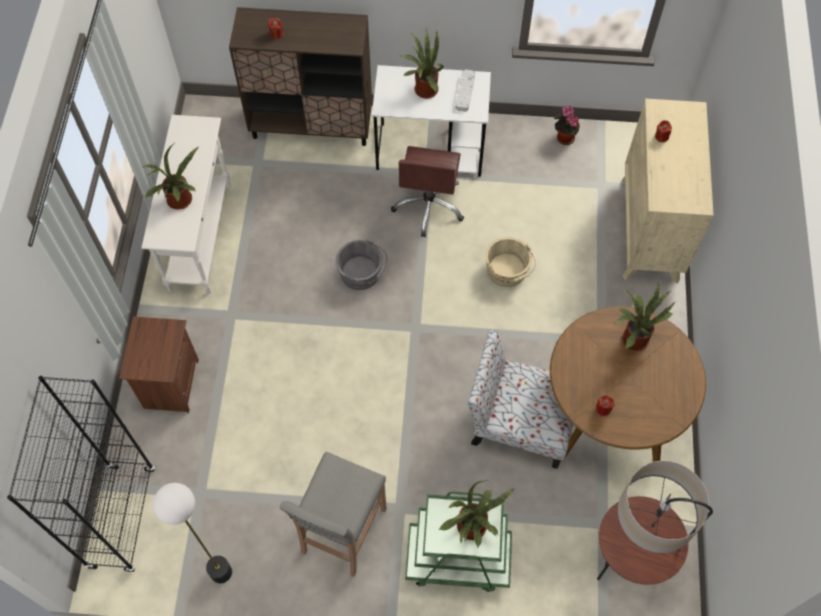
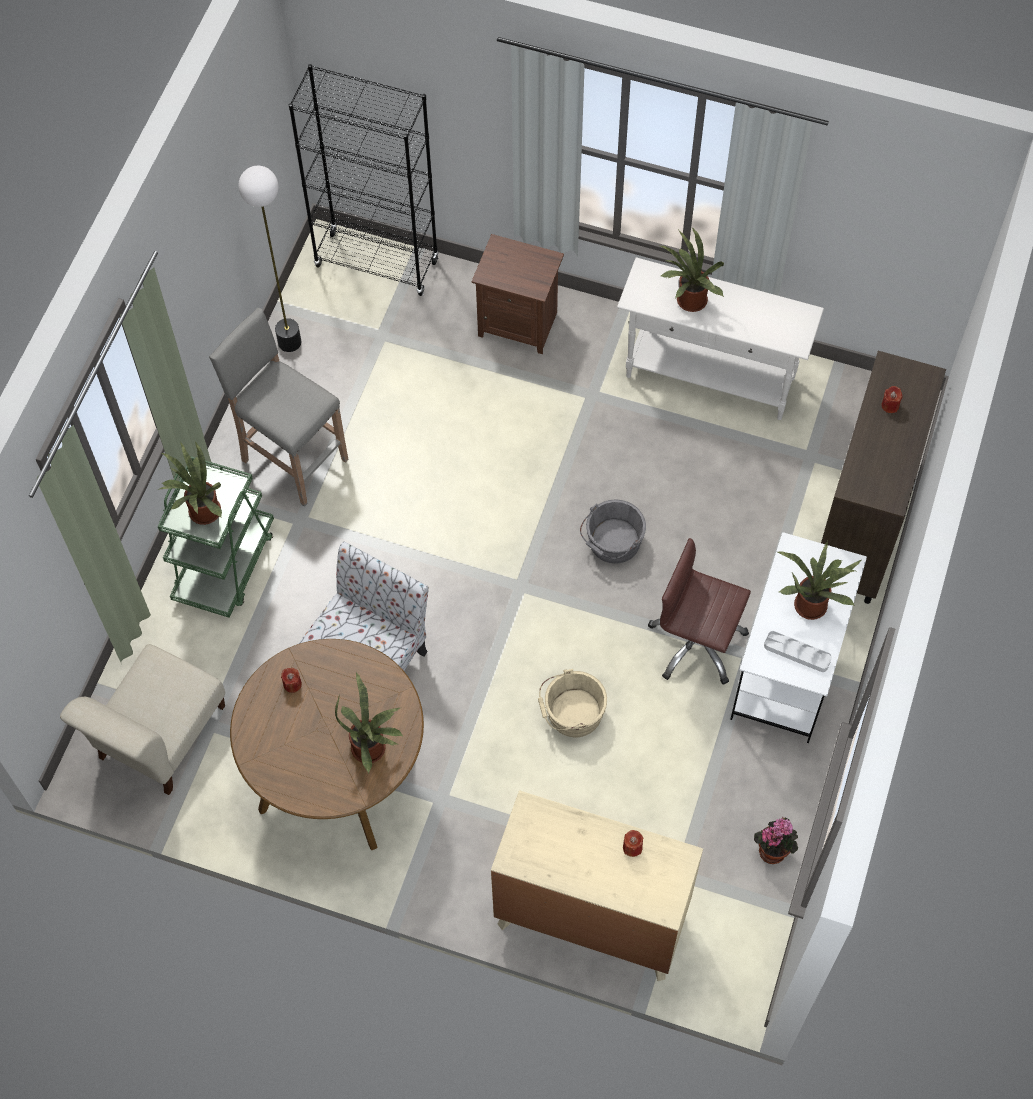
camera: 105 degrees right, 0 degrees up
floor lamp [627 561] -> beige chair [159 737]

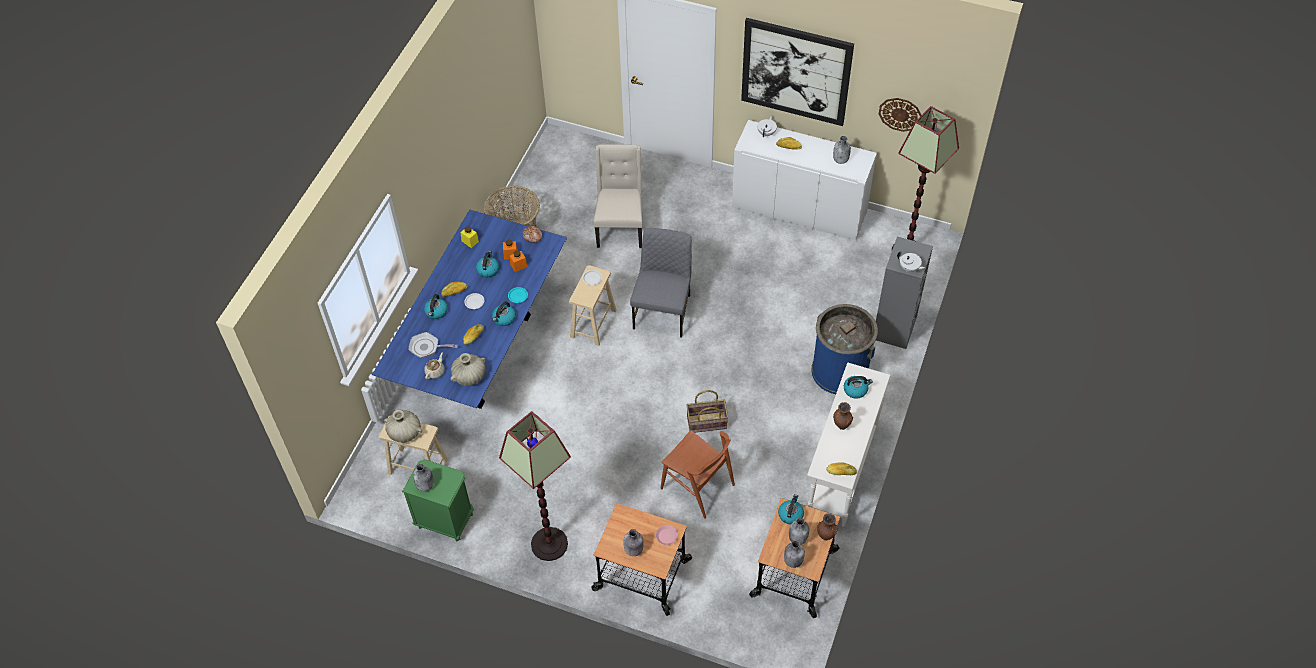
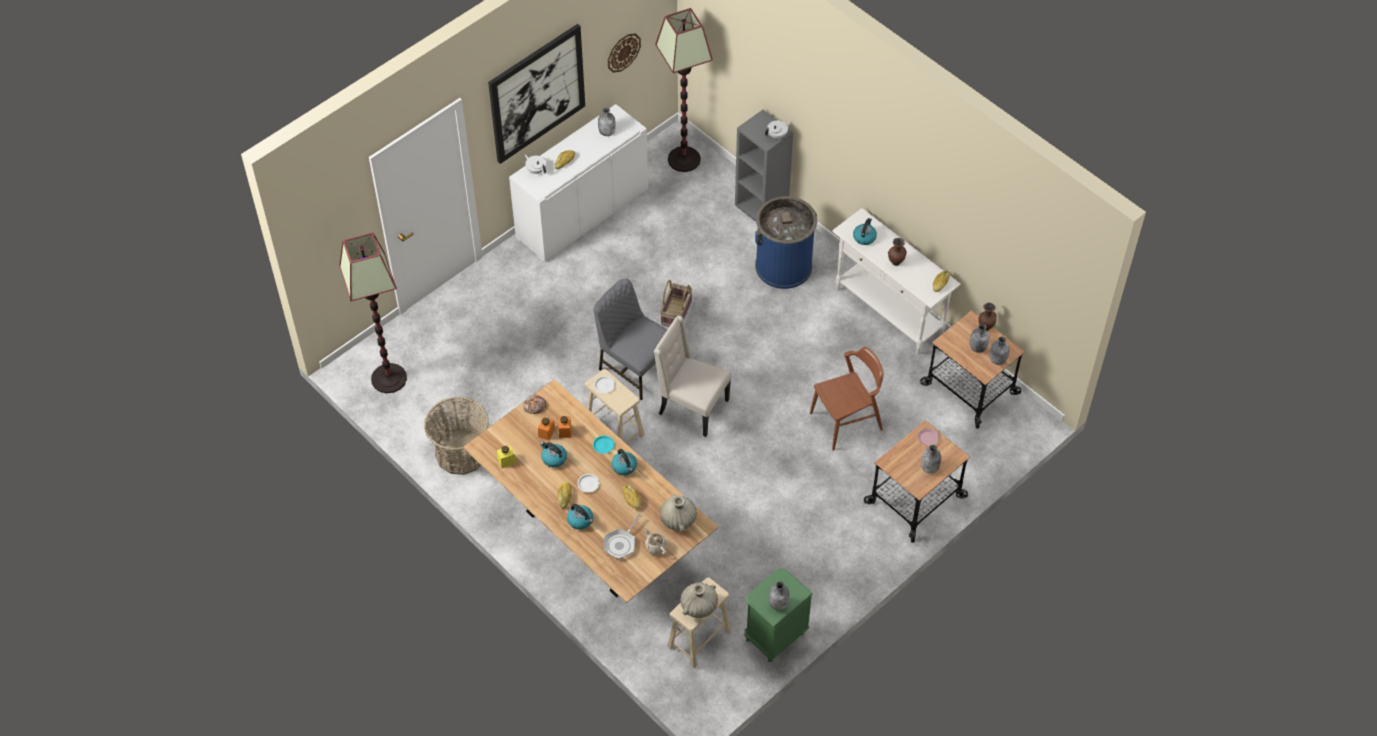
camera: 65 degrees left, 0 degrees up
beige chair [620 228] -> beige chair [691 407], shifted
blue dining table [482 352] -> brown dining table [592 535]
basket [706 423] -> basket [676 313], shifted
floor lamp [549 544] -> floor lamp [388 379], shifted
kettle [790 514] -> none

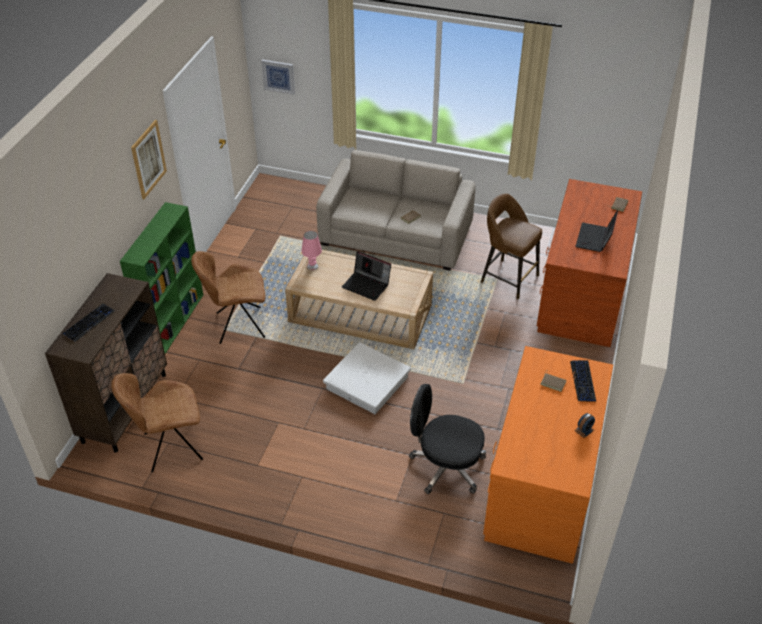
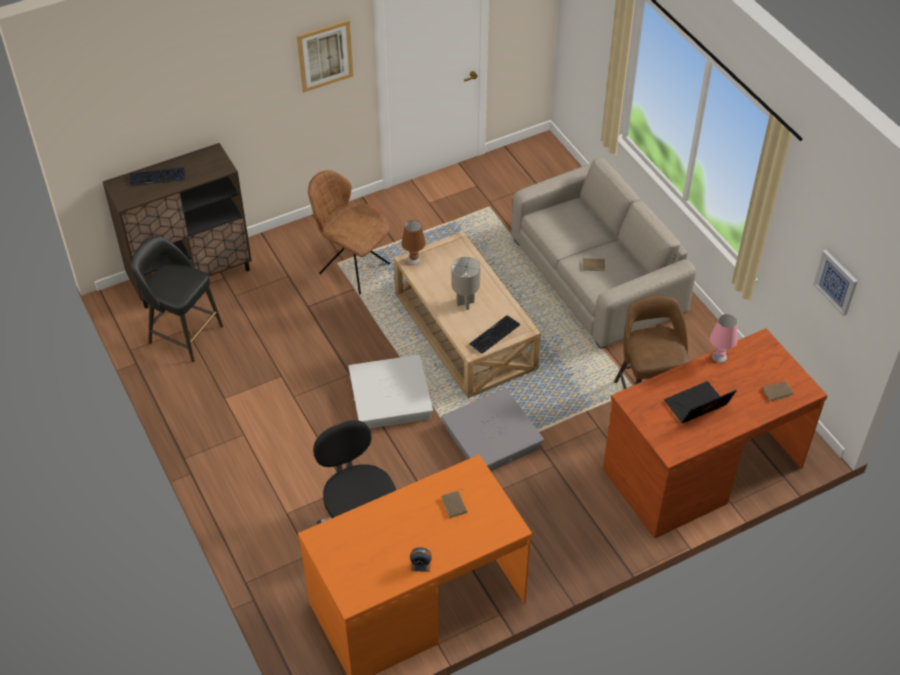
camera: 45 degrees right, 5 degrees up
picture [278 76] -> picture [836 282], shifted
green bookcase [173 321] -> none
pink table lamp [312 266] -> pink table lamp [719 357], shifted
laptop [367 285] -> grey table lamp [465 303]
keyboard [583 381] -> keyboard [494 335], shifted
brown chair [170 447] -> black stool [184 334]
none -> brown table lamp [413 260]
none -> grey storage box [491 437]

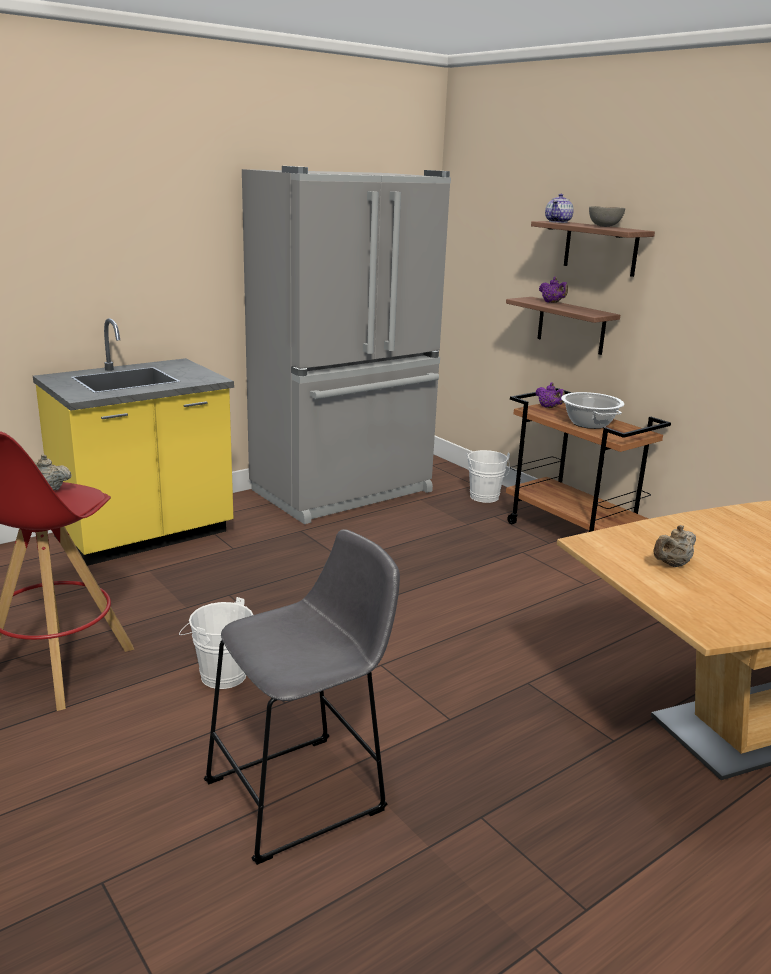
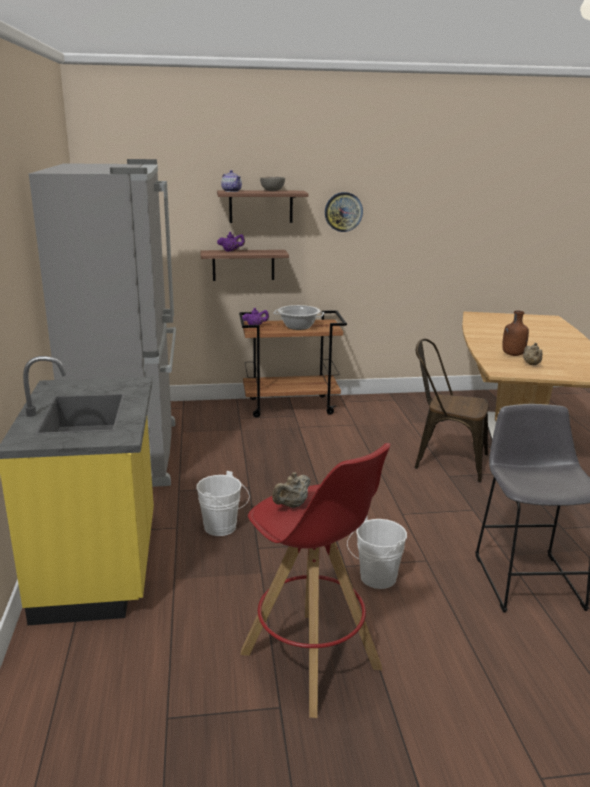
camera: 60 degrees left, 0 degrees up
white bucket [485 498] -> white bucket [223 528], shifted
none -> wall clock [343 212]
none -> brown bottle [512 354]
none -> brown chair [444 460]

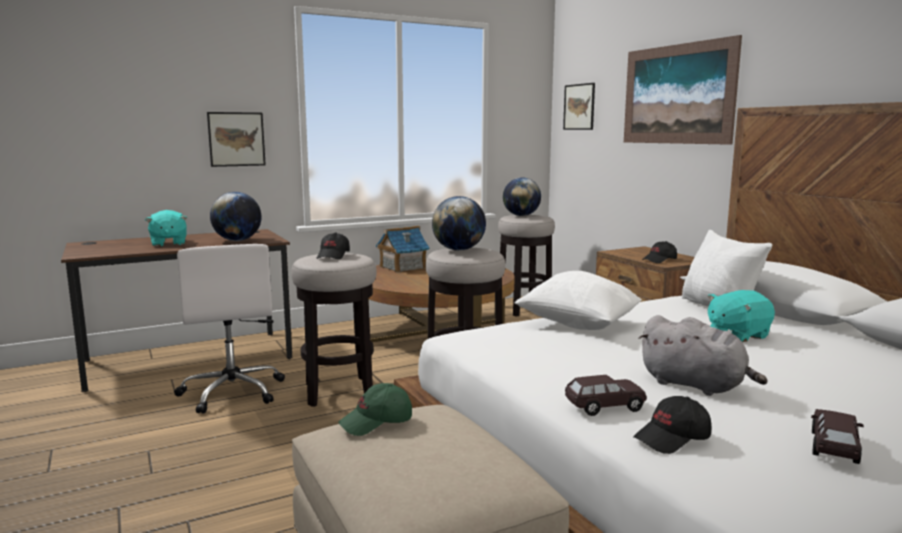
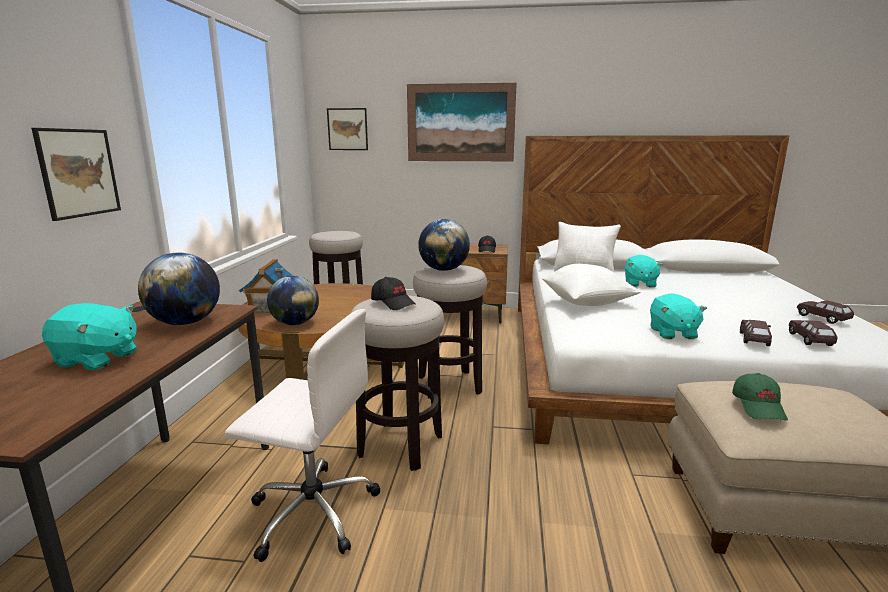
camera: 55 degrees left, 5 degrees up
globe [521 215] -> globe [295 324], shifted
grey plush toy [696 386] -> none
black cap [673 439] -> brown toy car [810 340]
none -> turquoise plush toy [672 333]

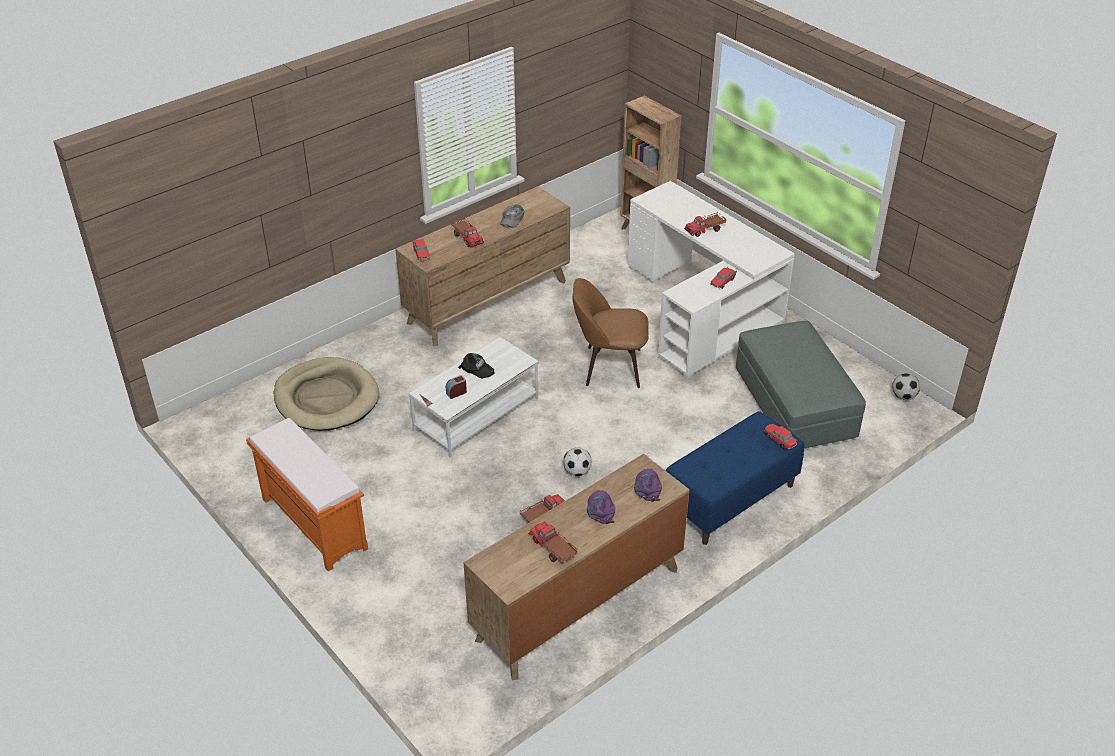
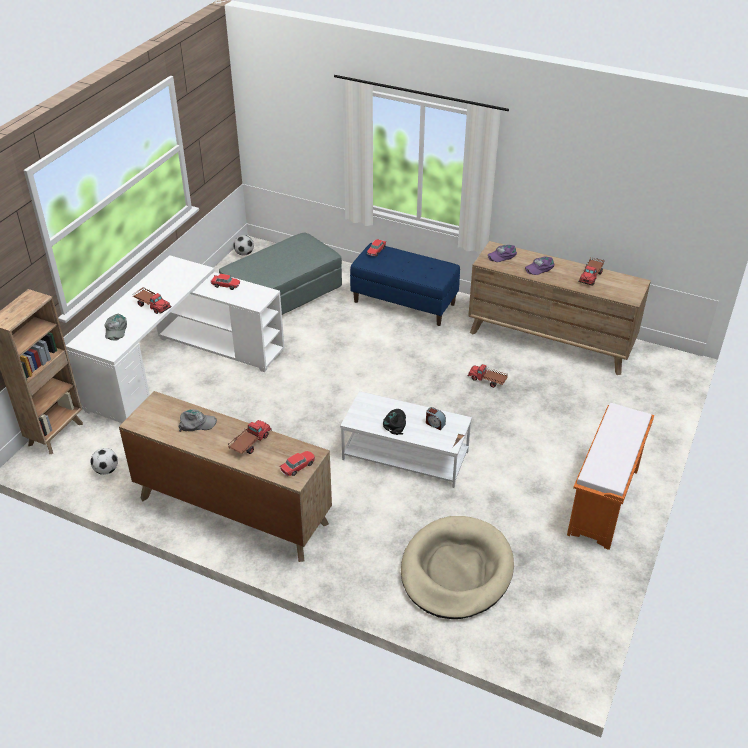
camera: 115 degrees left, 0 degrees up
brown chair [609 367] -> none
football [577 471] -> football [106 470], shifted
none -> grey cap [115 329]

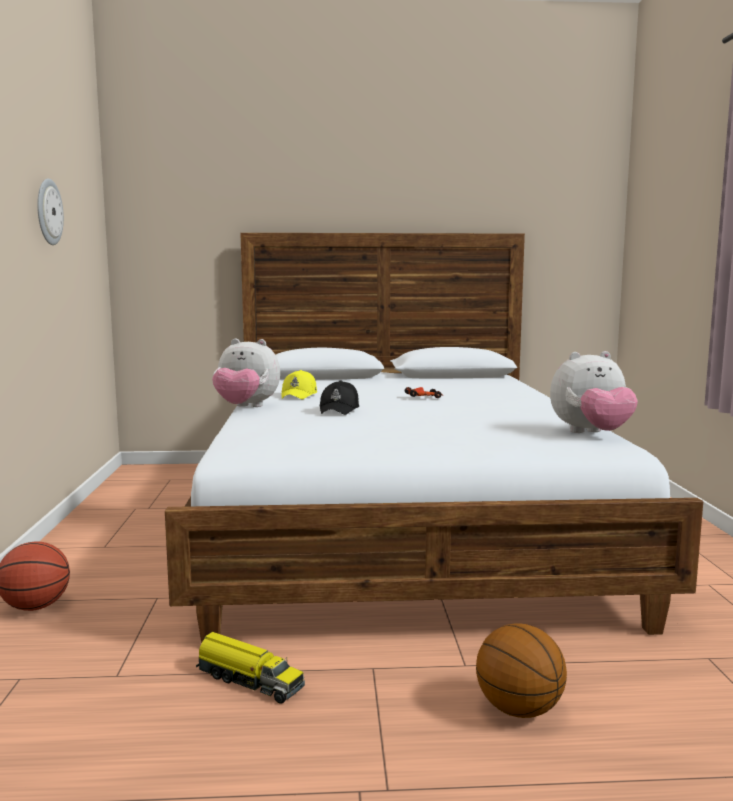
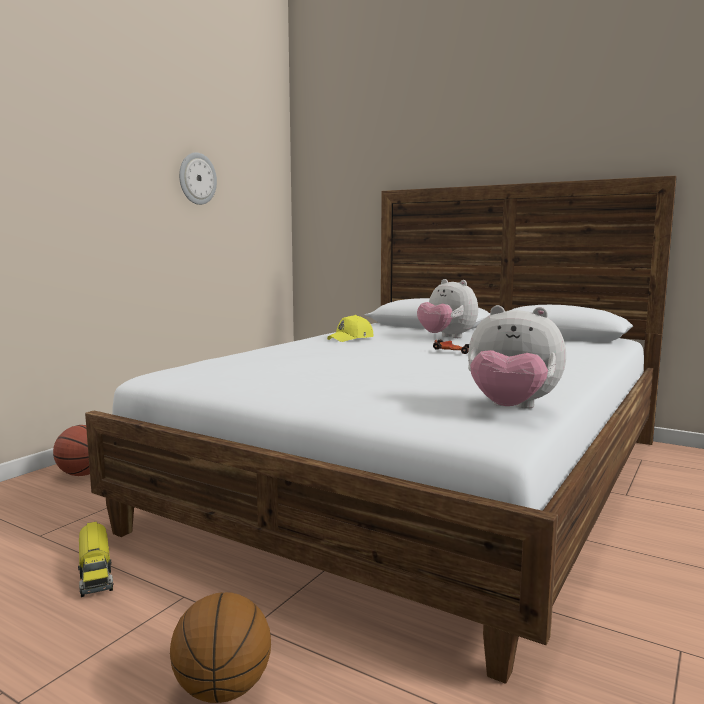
camera: 35 degrees right, 0 degrees up
plush toy [246 407] -> plush toy [446 337], shifted
black cap [340 409] -> none

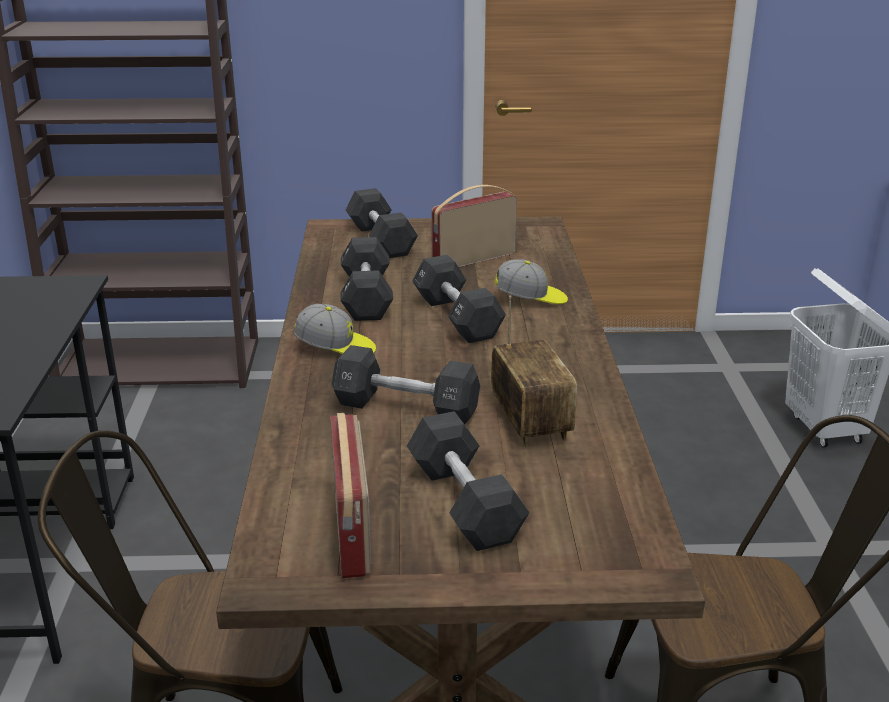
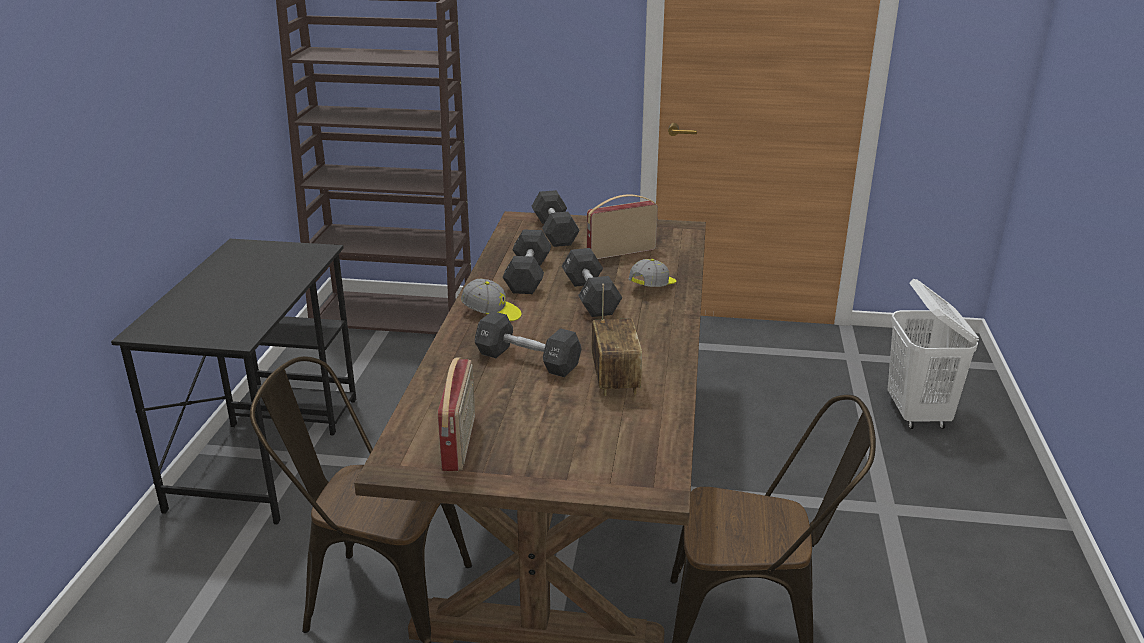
camera: 10 degrees right, 0 degrees up
cap [530 299] -> cap [653 287], 60 degrees counterclockwise
black dumbbell [464 502] -> none

